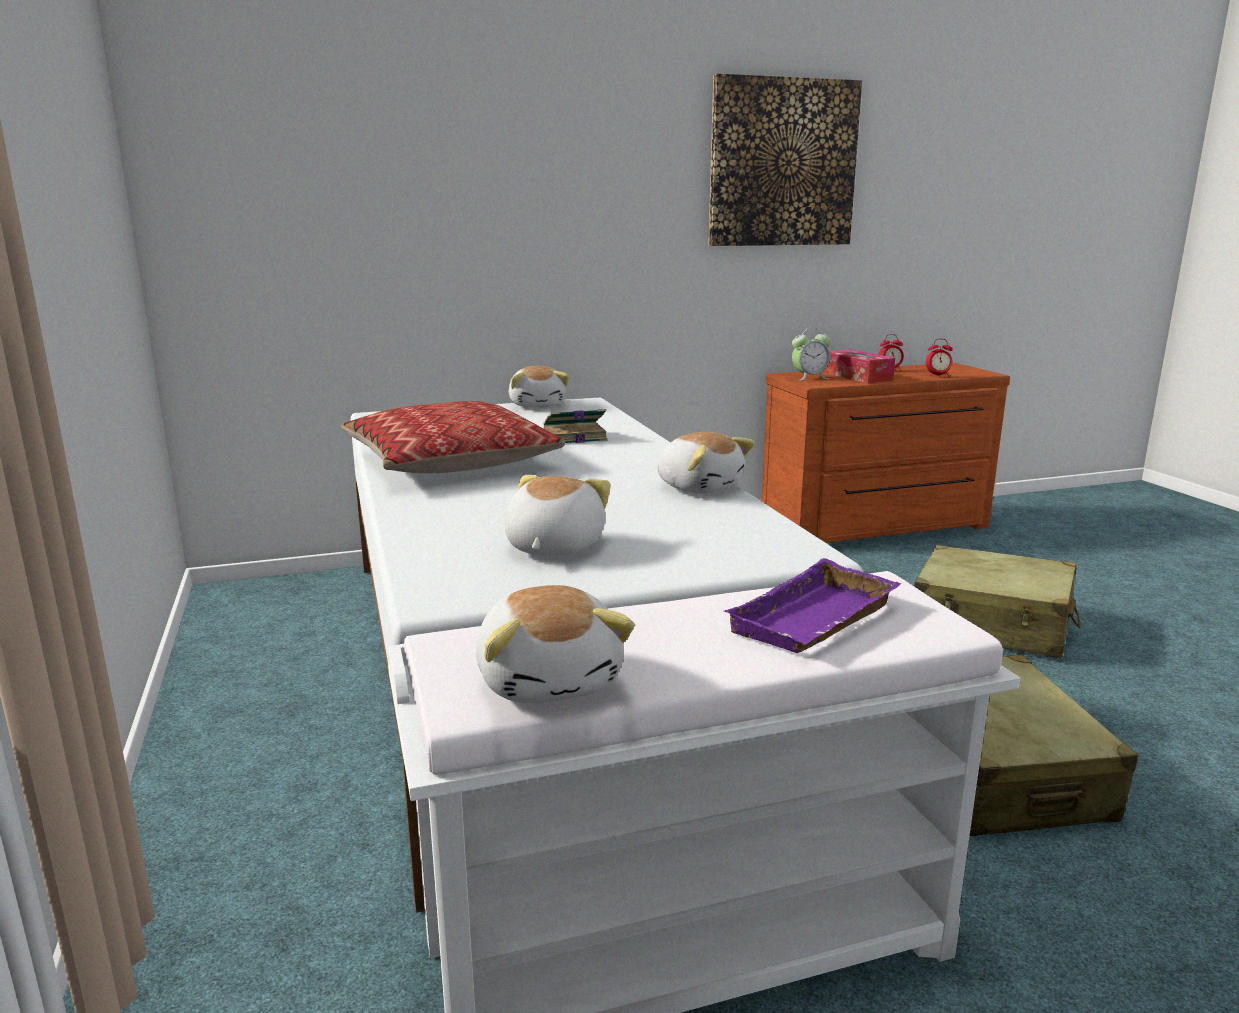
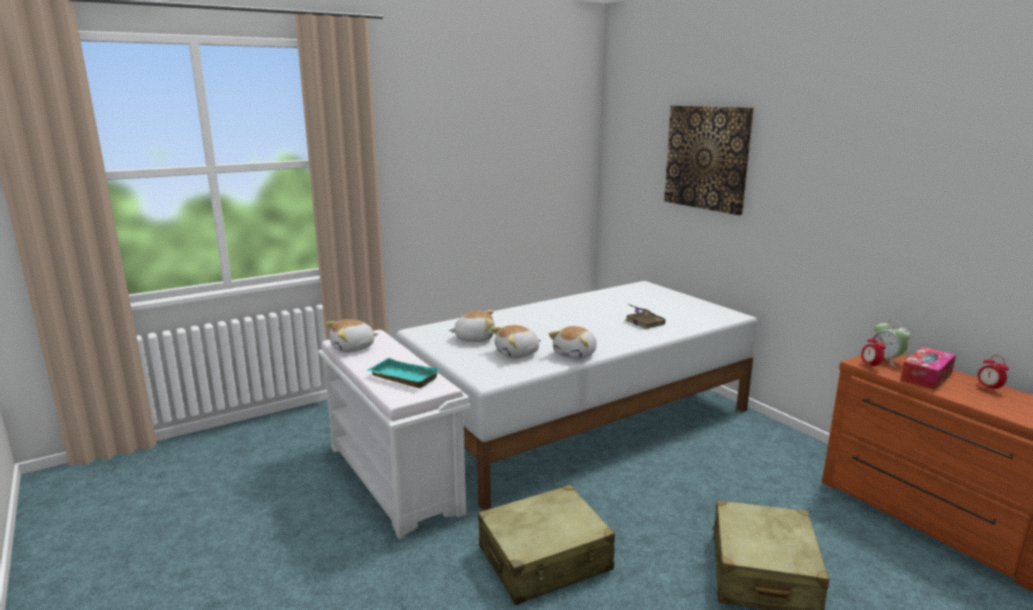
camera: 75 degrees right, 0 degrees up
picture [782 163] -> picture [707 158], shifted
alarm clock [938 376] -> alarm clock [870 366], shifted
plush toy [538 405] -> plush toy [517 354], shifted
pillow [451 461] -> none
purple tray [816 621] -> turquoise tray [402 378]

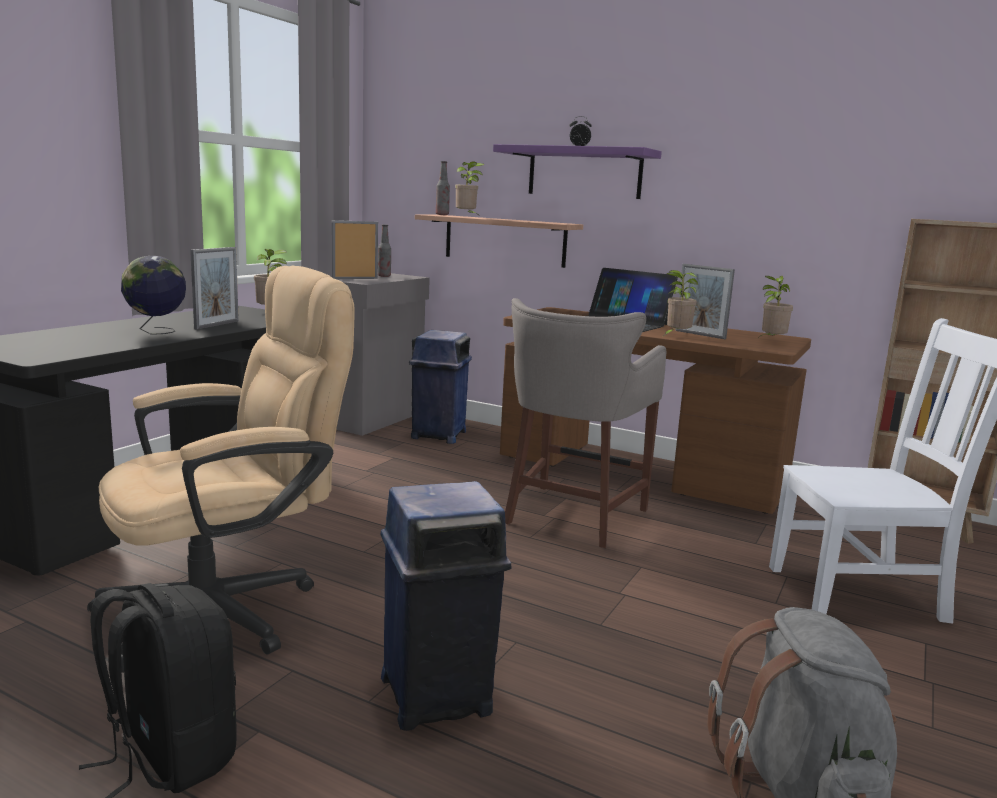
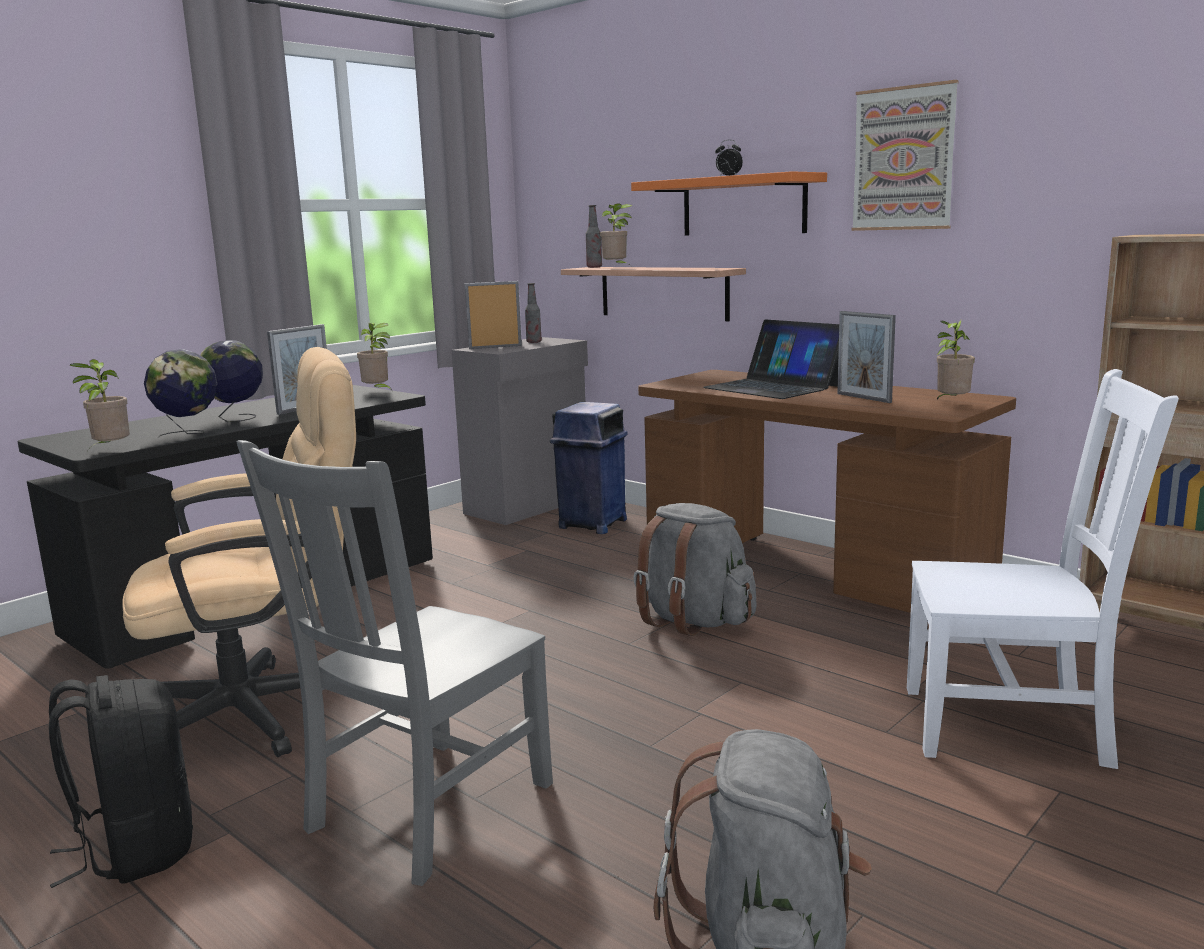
camera: 15 degrees right, 0 degrees up
purple shelf [584 173] -> orange shelf [743 206]
potted plant [676 336] -> potted plant [110 451], shifted
grey stool [572 517] -> grey backpack [693 621]
blue trash can [438 695] -> grey chair [424 810]
none -> picture [904 159]
none -> globe [188 434]

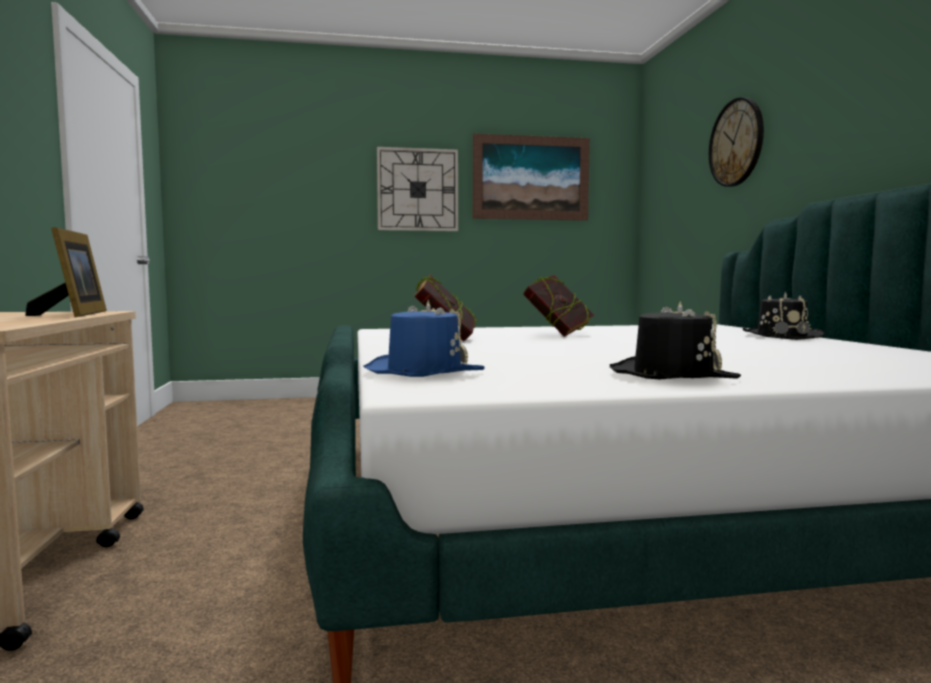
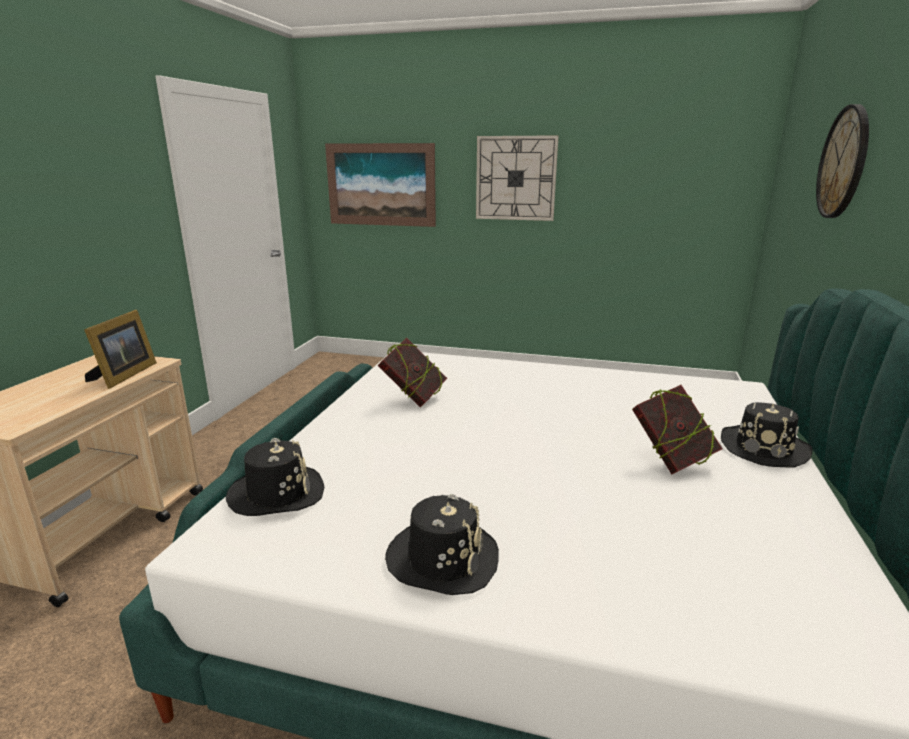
camera: 25 degrees right, 15 degrees up
picture [531 178] -> picture [381 185], shifted
book [558 334] -> book [671 461], shifted
blue hat [423 372] -> black hat [277 493]

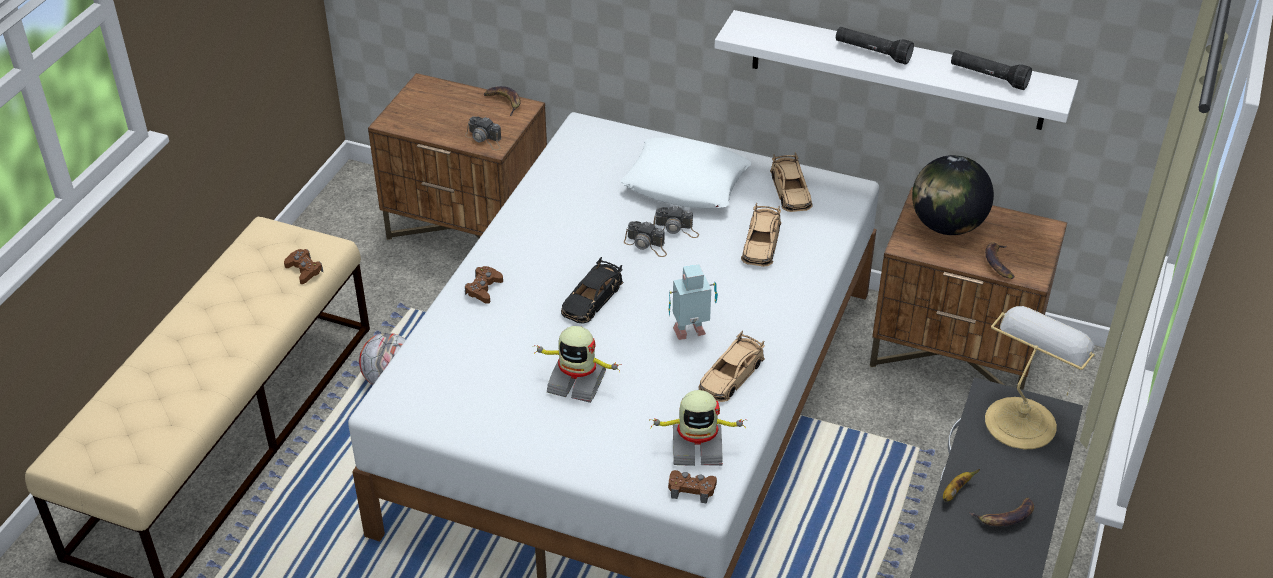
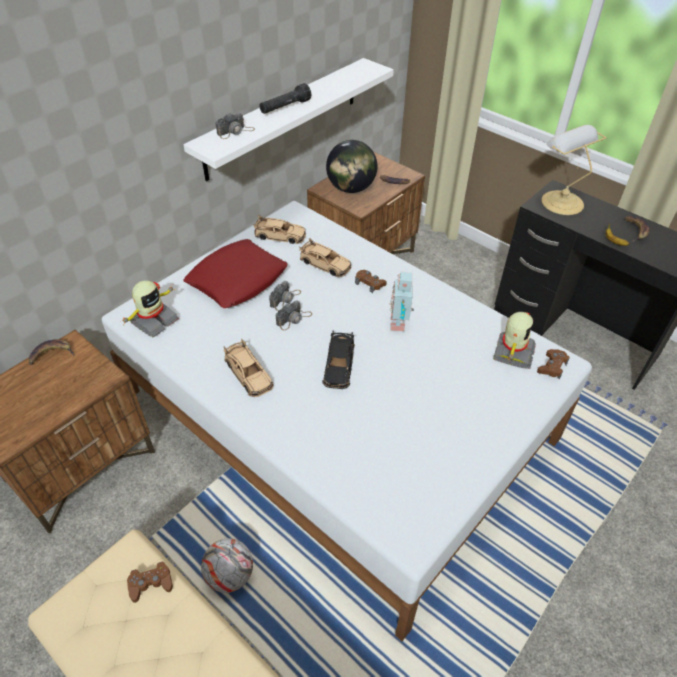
camera: 70 degrees left, 5 degrees up
black flashlight [988 77] -> none
photo camera [485 139] -> photo camera [235 131], shifted
white pillow [686 182] -> red pillow [237 279]
black toy car [592 299] -> black toy car [339 365], 45 degrees clockwise
brown game controller [484 289] -> brown game controller [370 283], shifted
toy robot [577 381] -> toy robot [154 321], shifted
beige toy car [731 375] -> beige toy car [249 374], shifted

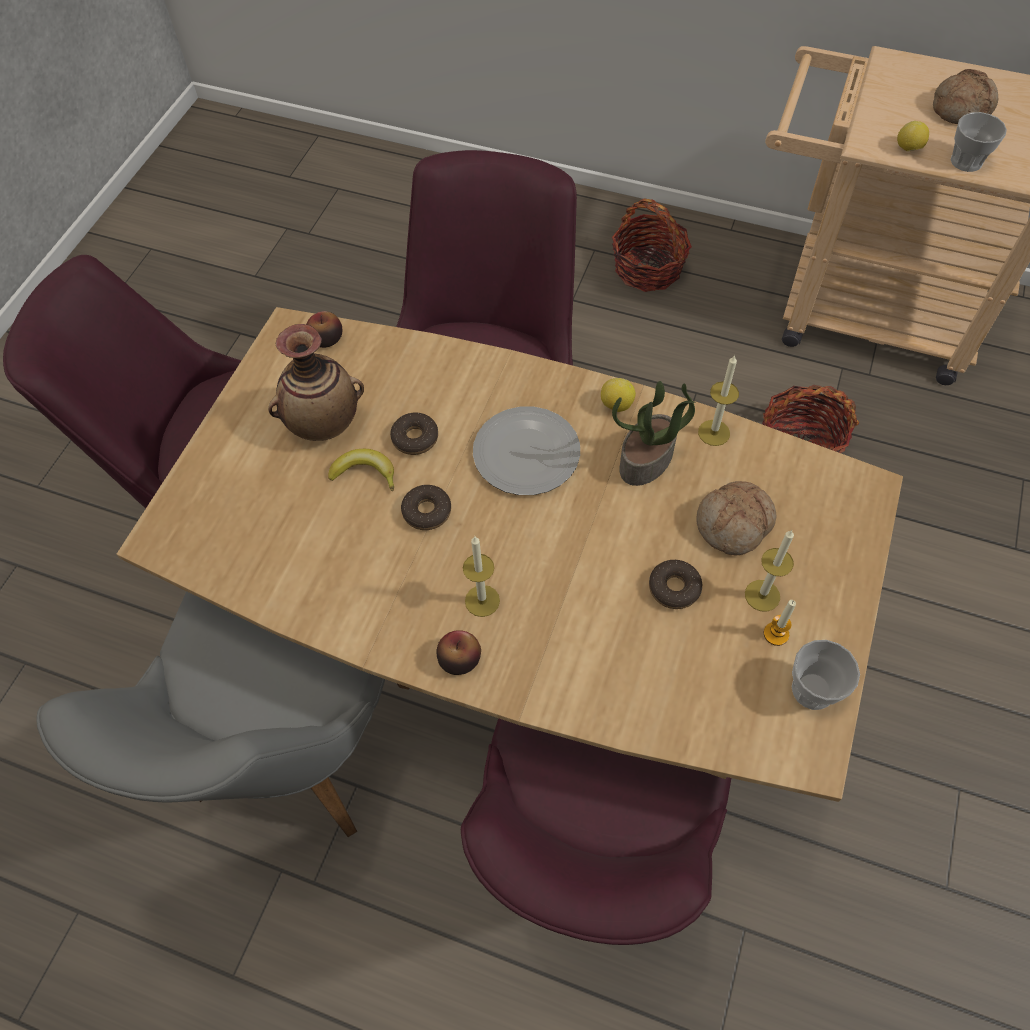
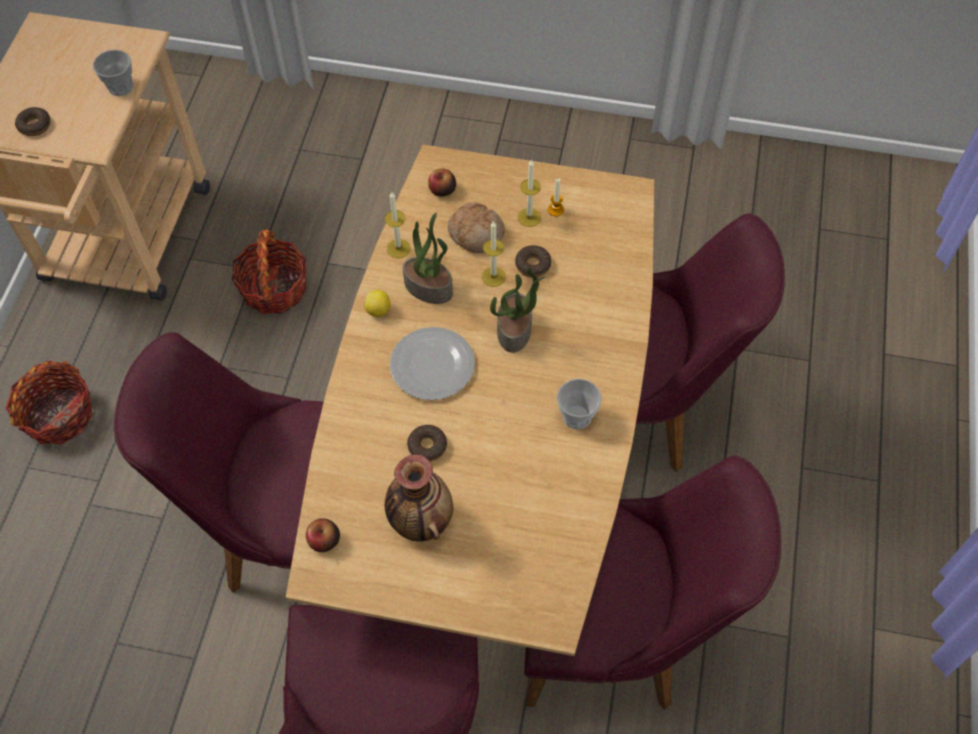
camera: 100 degrees left, 0 degrees up
bread [960 107] -> none
lemon [908 149] -> none
banana [365 473] -> none
donut [427 511] -> donut [34 125], shifted
candle [482 600] -> candle [493 276], shifted
grey chair [293 758] -> purple chair [618 635]
apple [459 659] -> apple [442 190], shifted
cup [812 689] -> cup [577 416], shifted
none -> potted plant [515 330]

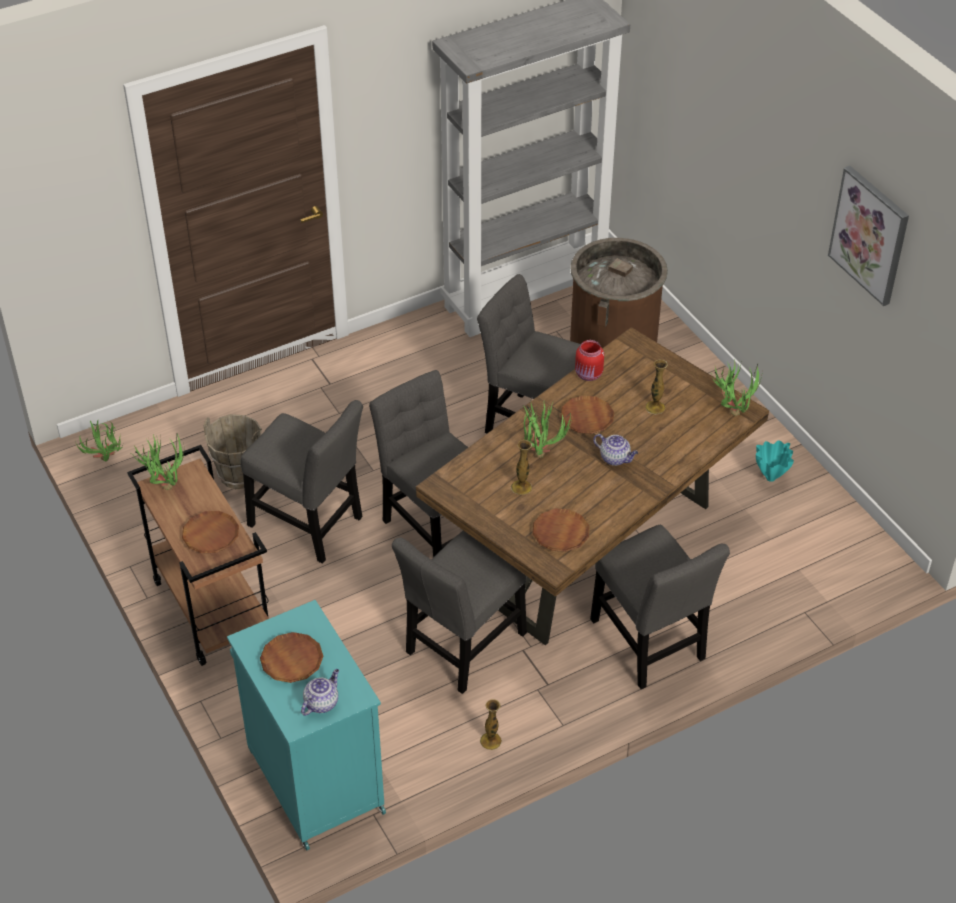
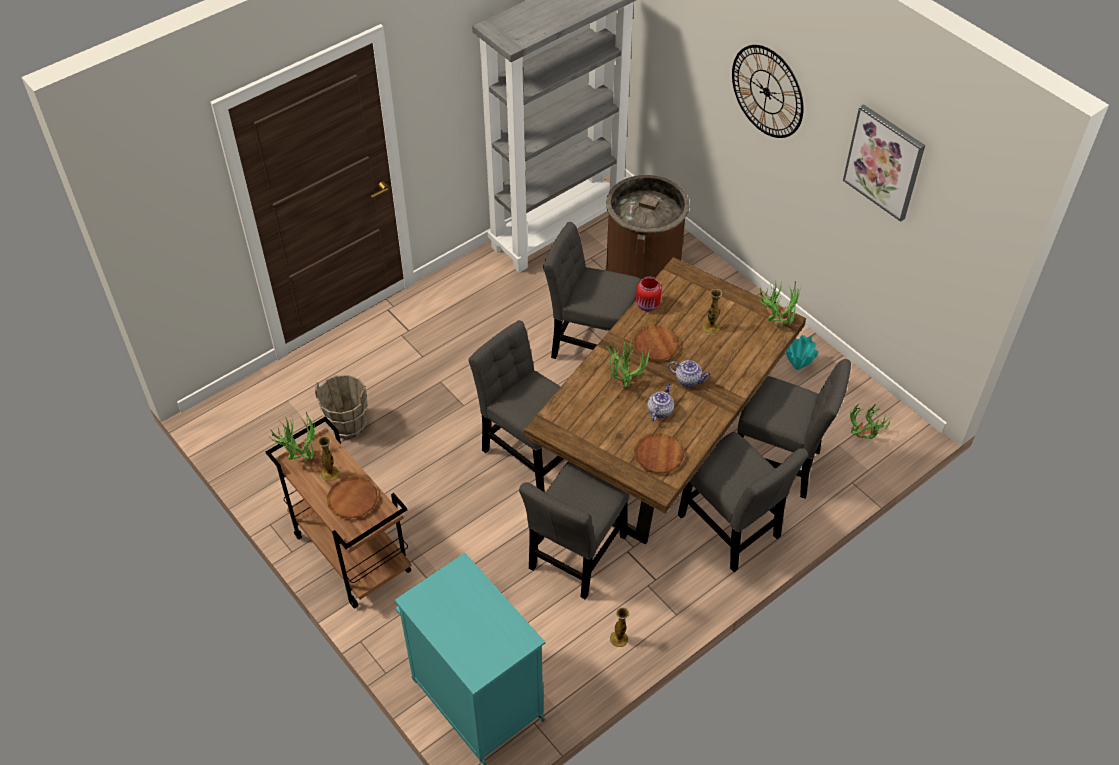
camera: 10 degrees left, 5 degrees up
grey chair [309 525] -> grey chair [779 464], shifted
potted plant [106 463] -> potted plant [862 440], shifted
vase [521 487] -> vase [329 474], shifted
brown plate [292 660] -> none
teapot [321 702] -> teapot [660 411], shifted
none -> wall clock [767 91]

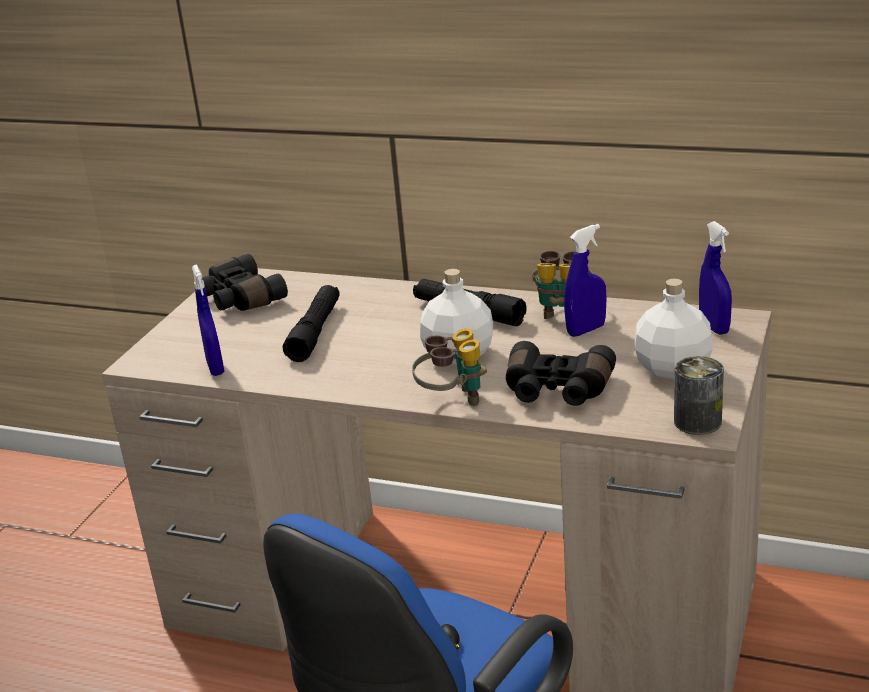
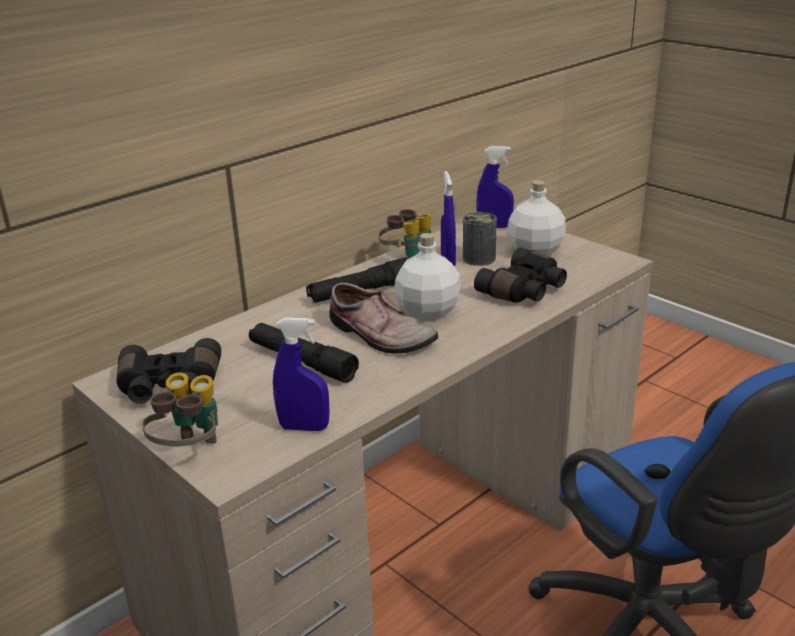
camera: 65 degrees left, 0 degrees up
binoculars [452 401] -> binoculars [190 451], shifted
can [697 421] -> can [479 258], shifted
none -> shoe [379 336]

